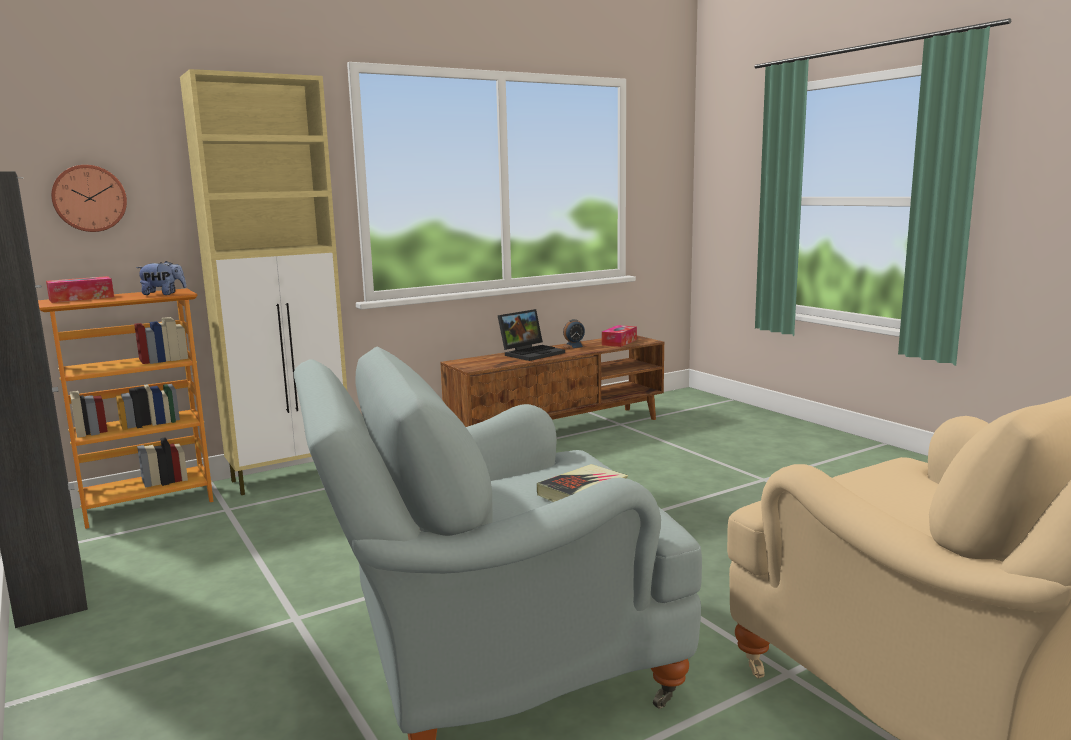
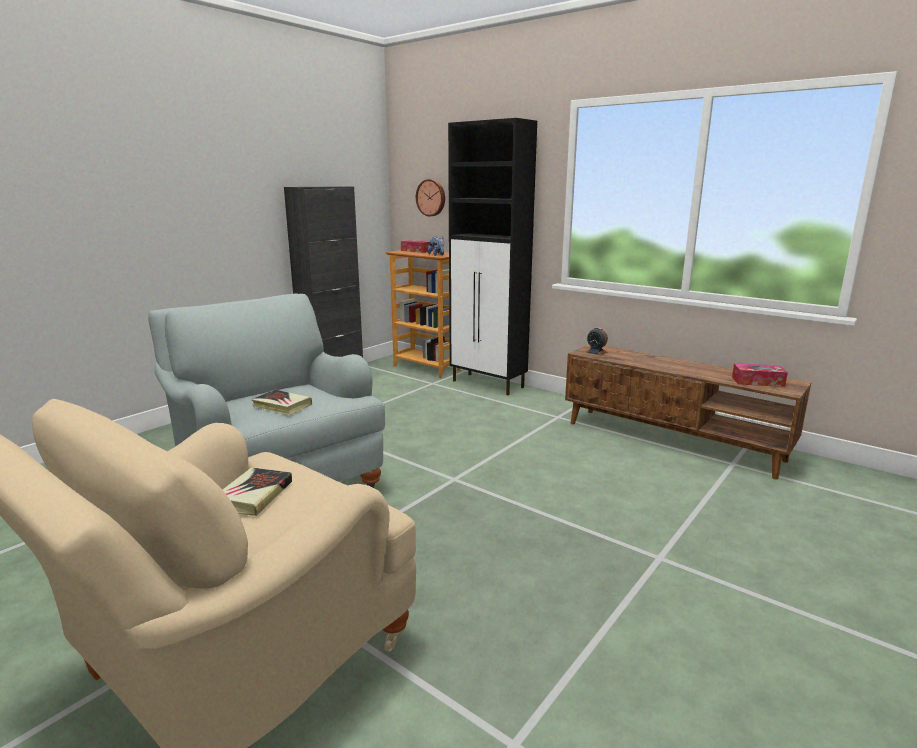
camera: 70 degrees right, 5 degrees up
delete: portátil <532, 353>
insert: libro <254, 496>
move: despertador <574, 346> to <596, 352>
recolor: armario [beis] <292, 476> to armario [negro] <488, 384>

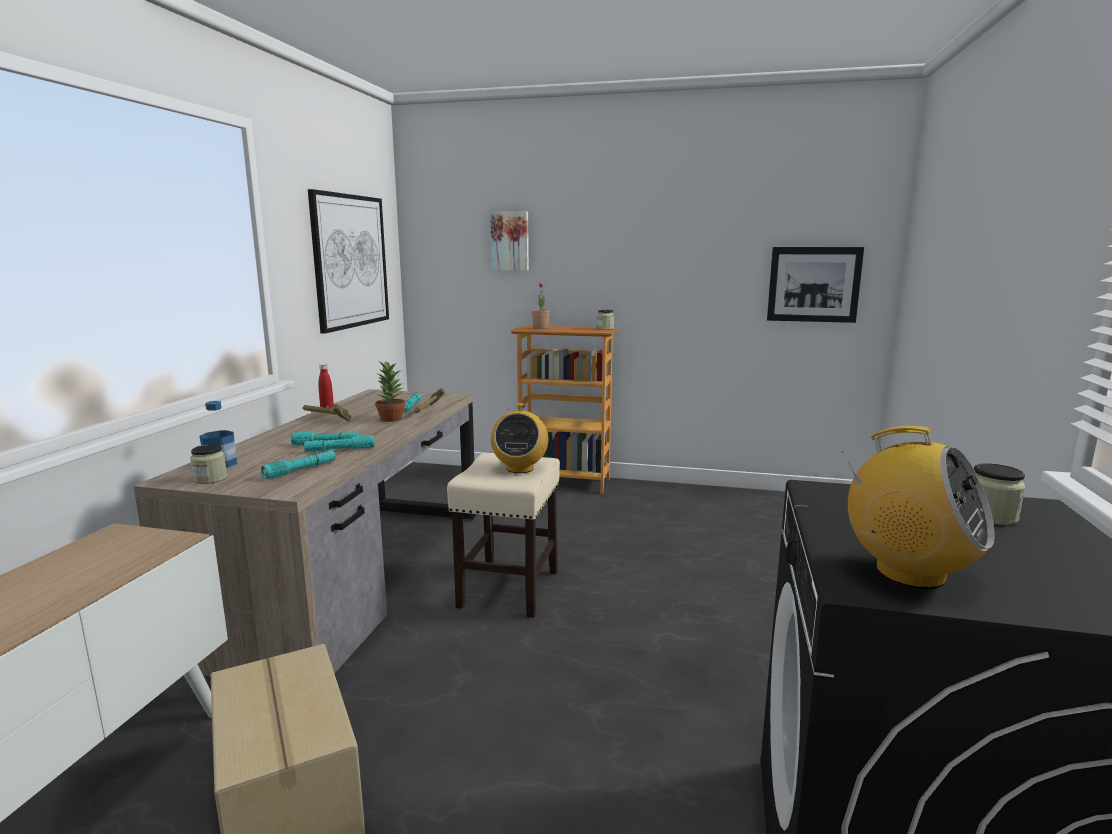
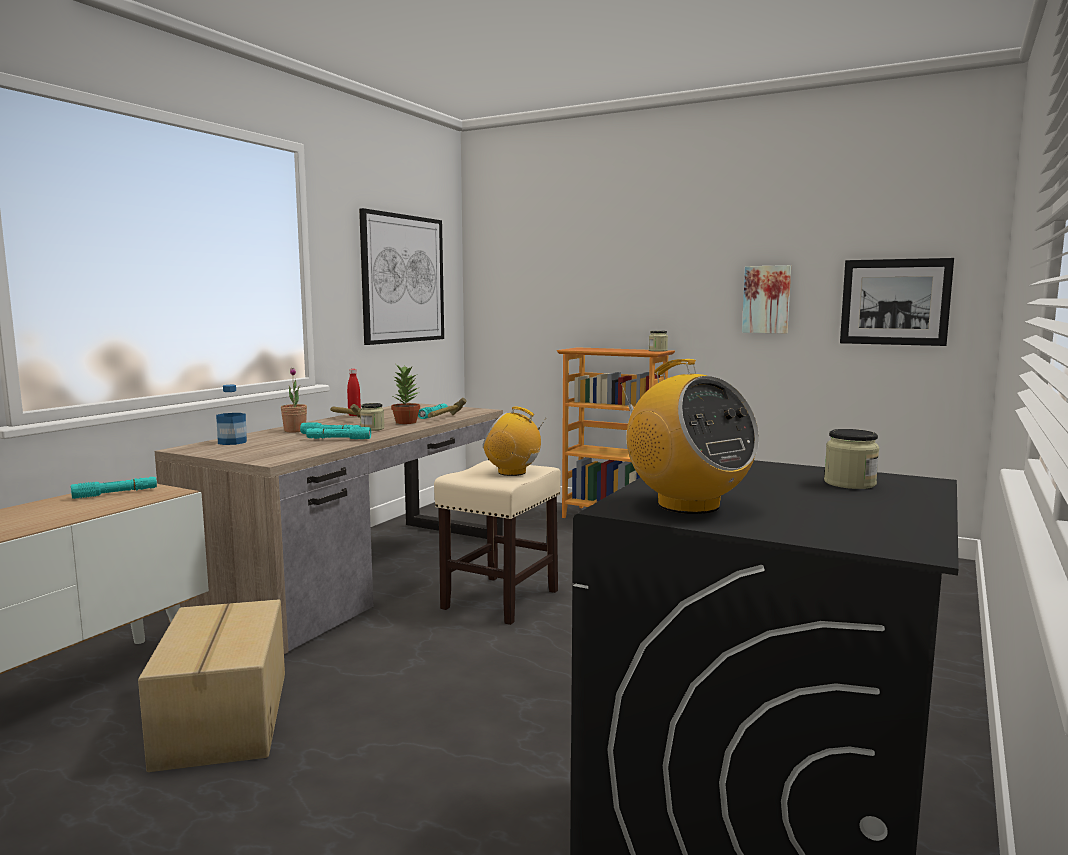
camera: 15 degrees right, 5 degrees down
move: tarro <210, 479> to <372, 429>; linterna [turquesa] <300, 470> to <115, 494>; cuadro <510, 241> to <766, 299>; planta en maceta <540, 328> to <295, 430>
rotate: radio <520, 468> = <512, 472> 90 degrees clockwise

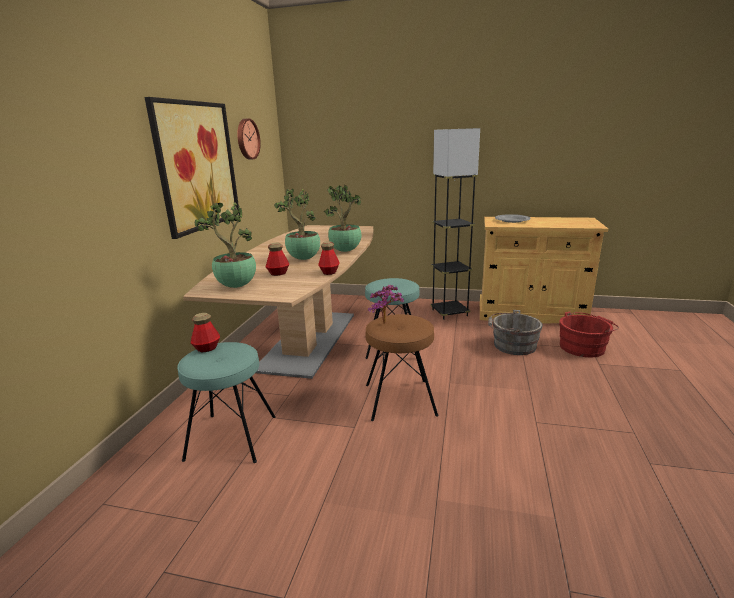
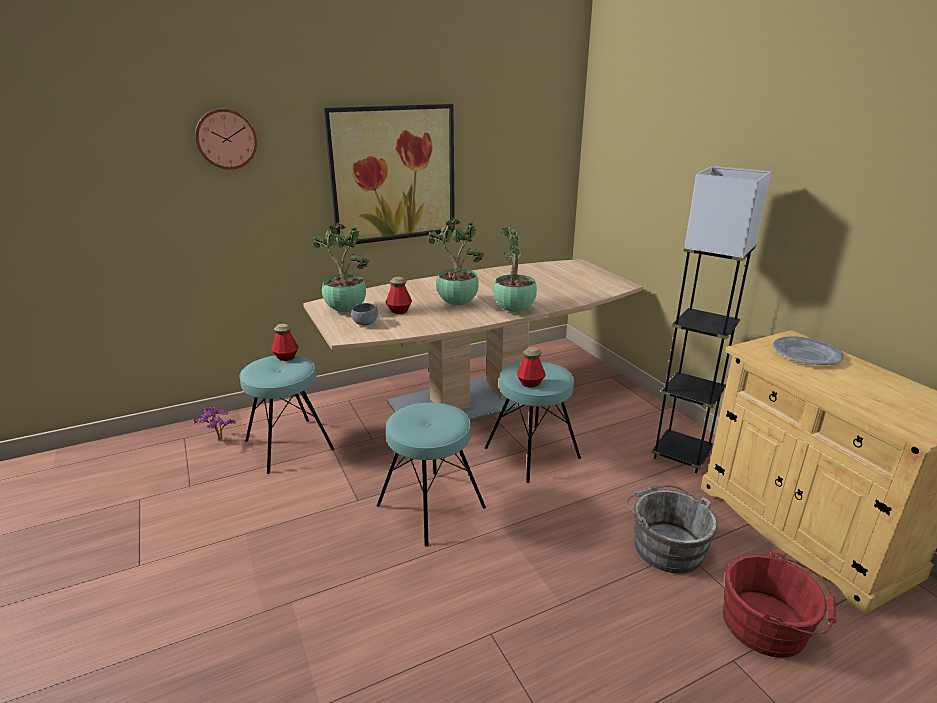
camera: 50 degrees right, 5 degrees up
insert: cuenco [gris] <364, 324>
move: reloj de pared <247, 139> to <226, 139>; botella <329, 272> to <530, 383>; planta en maceta <386, 324> to <219, 440>
recolor: taburete [marrón] <399, 399> to taburete [turquesa] <430, 506>

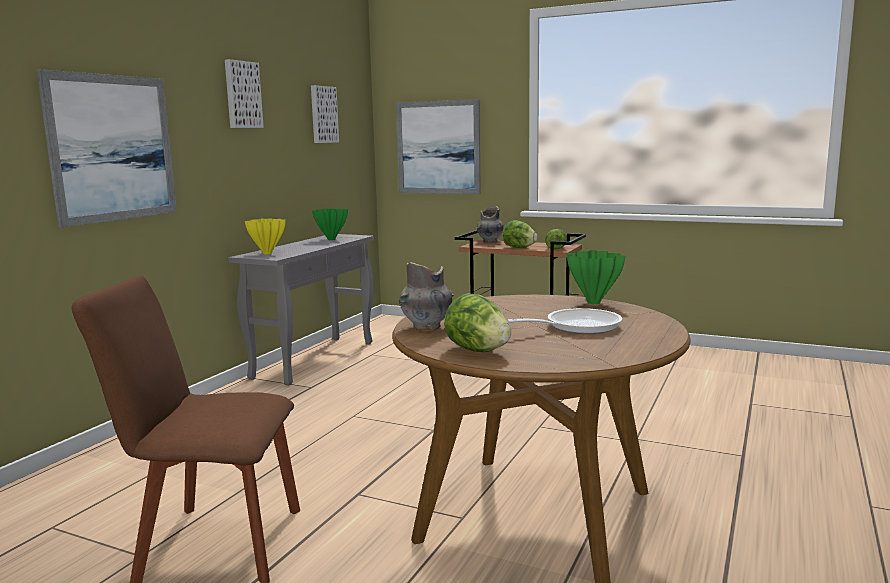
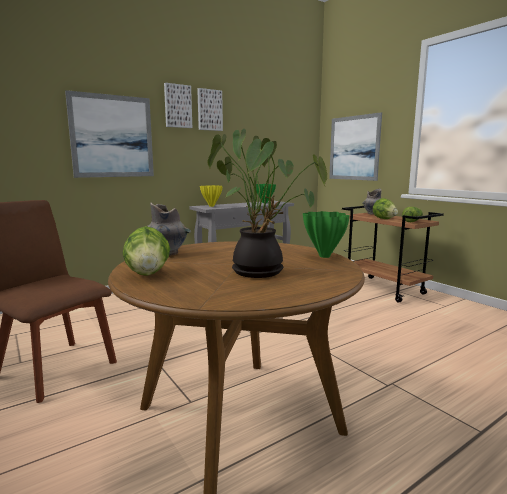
camera: 30 degrees right, 0 degrees up
move: cuadro <323, 114> to <177, 106>
replace: sartén <576, 327> to planta en maceta <261, 271>

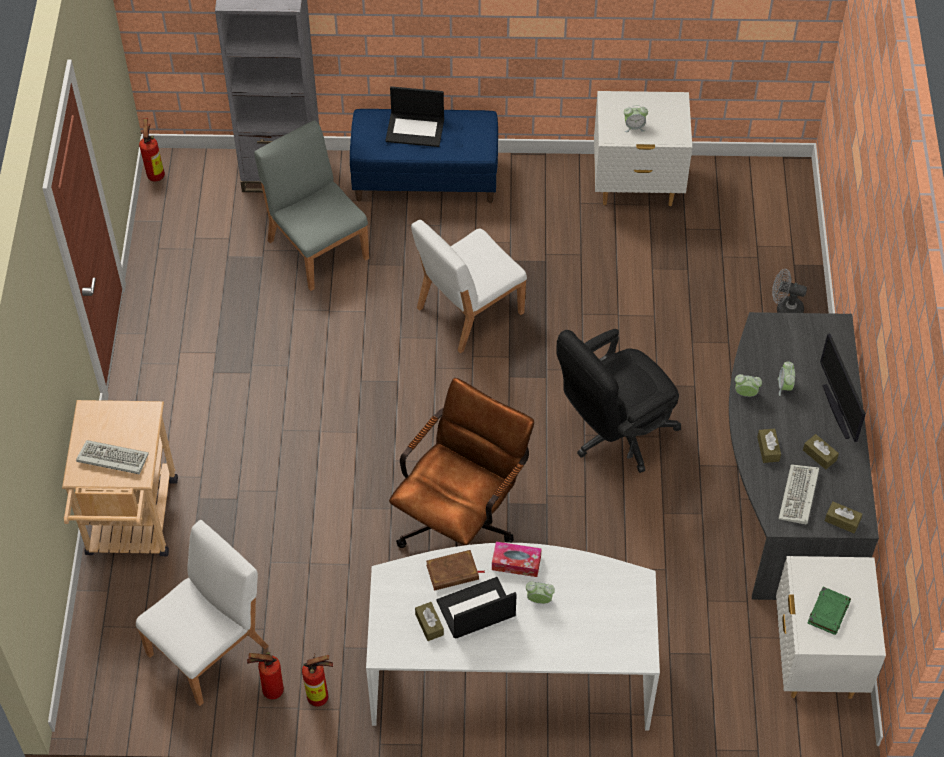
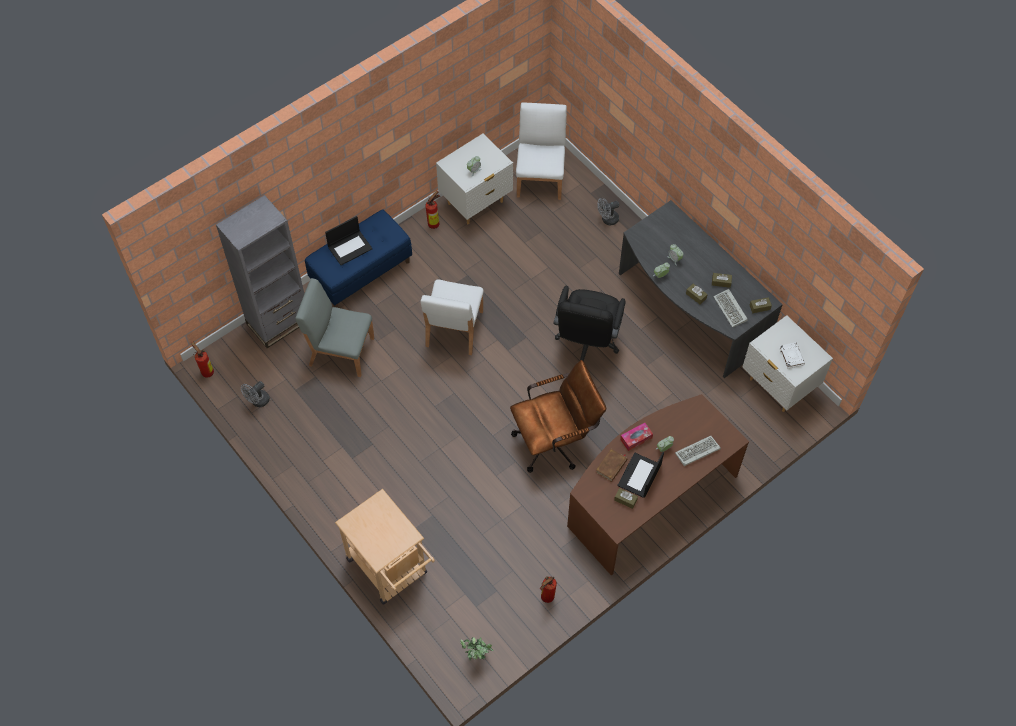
camera: 40 degrees left, 5 degrees up
delete: monitor <838, 411>
insert: ventilador [gris] <258, 401>; planta en maceta <477, 657>
move: teclado <111, 459> to <696, 452>; silla [blanco] <209, 649> to <540, 177>; extintor <321, 697> to <435, 223>
recolor: escritorio [blanco] <511, 670> to escritorio [marrón] <649, 497>; libro [verde] <828, 612> to libro [blanco] <791, 356>
rotate: silla de oficina [marrón] <461, 520> = <555, 441> 75 degrees clockwise

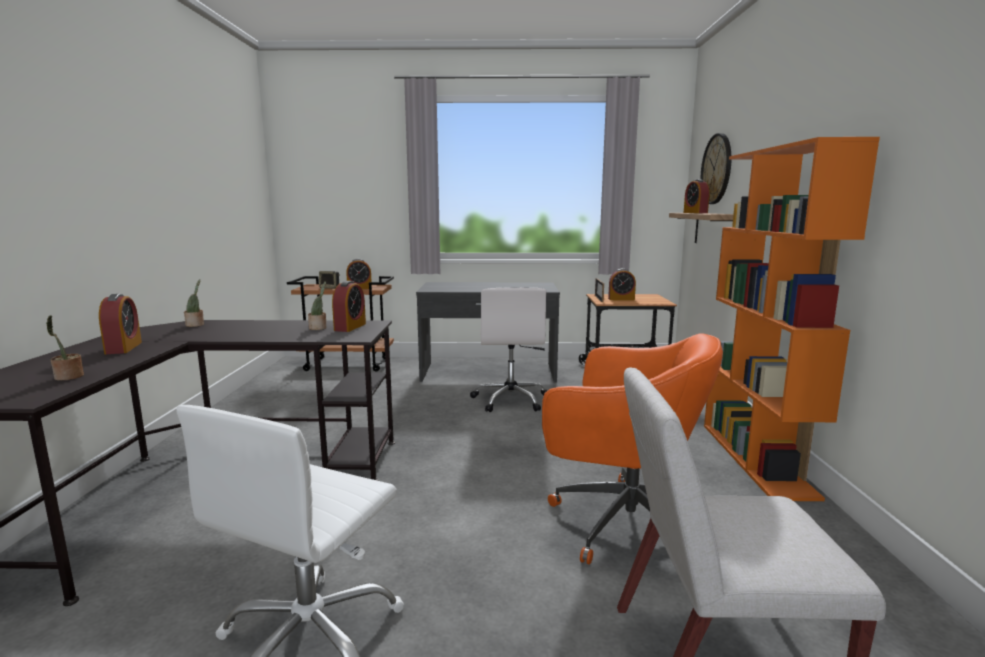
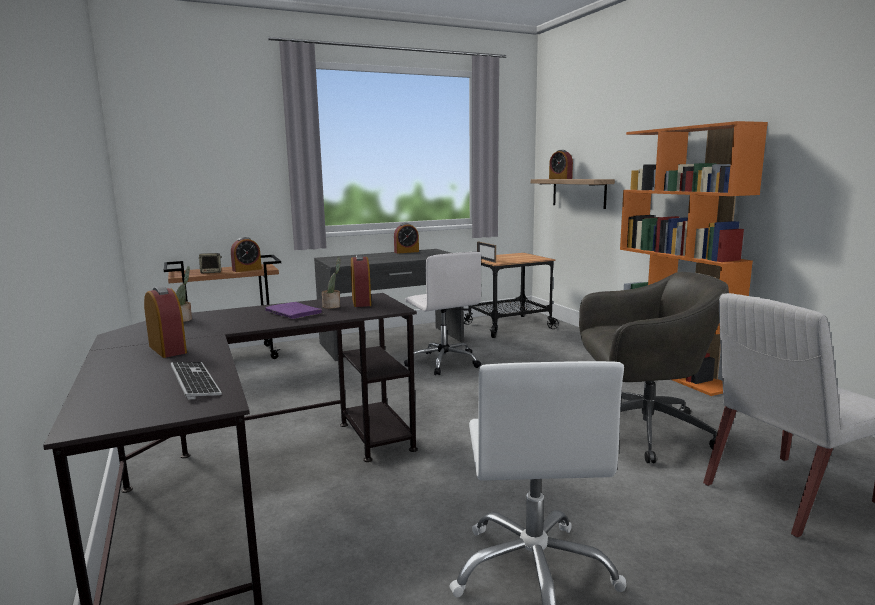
camera: 25 degrees left, 0 degrees up
delete: reloj de pared <717, 169>
insert: libro [morado] <294, 313>
move: despertador <621, 299> to <406, 252>
replace: planta en maceta <68, 377> to teclado <194, 381>
recolor: silla de oficina [naranja] <623, 522> to silla de oficina [gris] <641, 431>

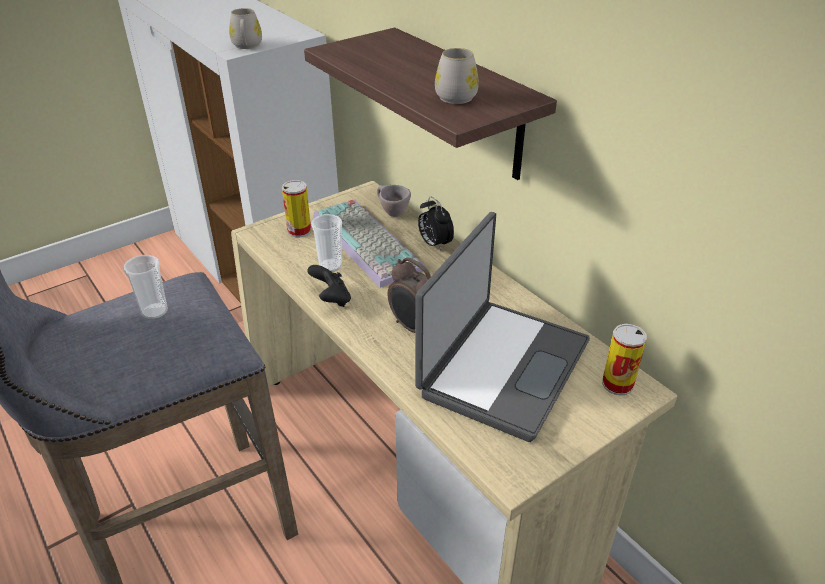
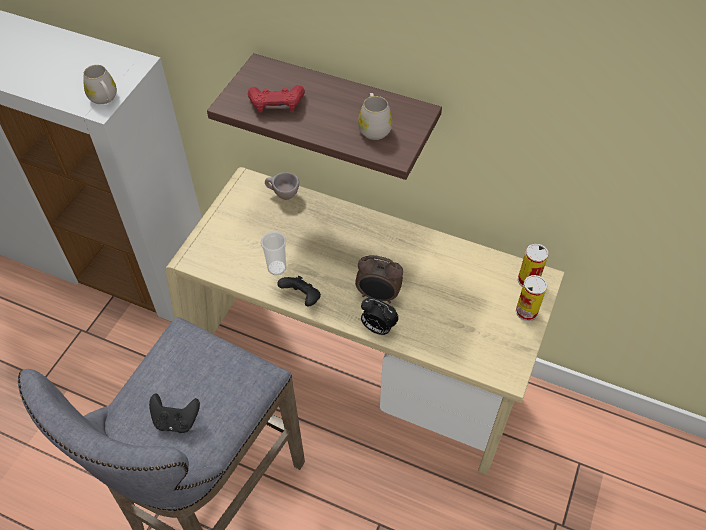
camera: 30 degrees left, 15 degrees up
delete: taza <154, 311>; teclado <369, 242>; portátil <501, 367>
insert: mando de consola [negro] <176, 420>; mando de consola [rojo] <276, 104>
move: lata <299, 231> to <526, 311>; despertador <434, 244> to <377, 328>

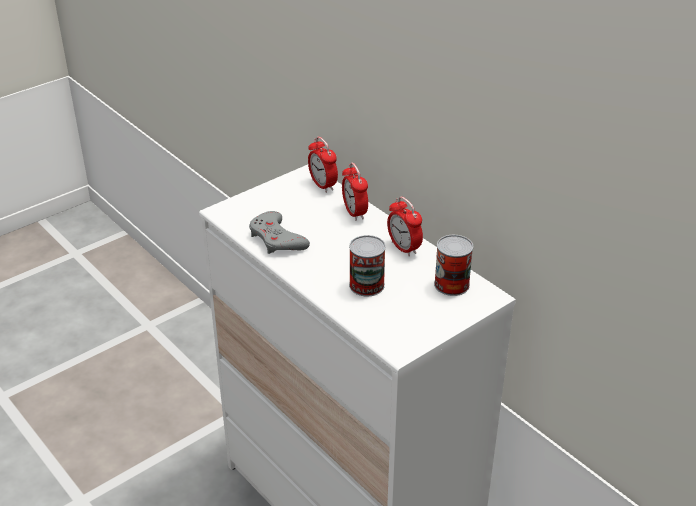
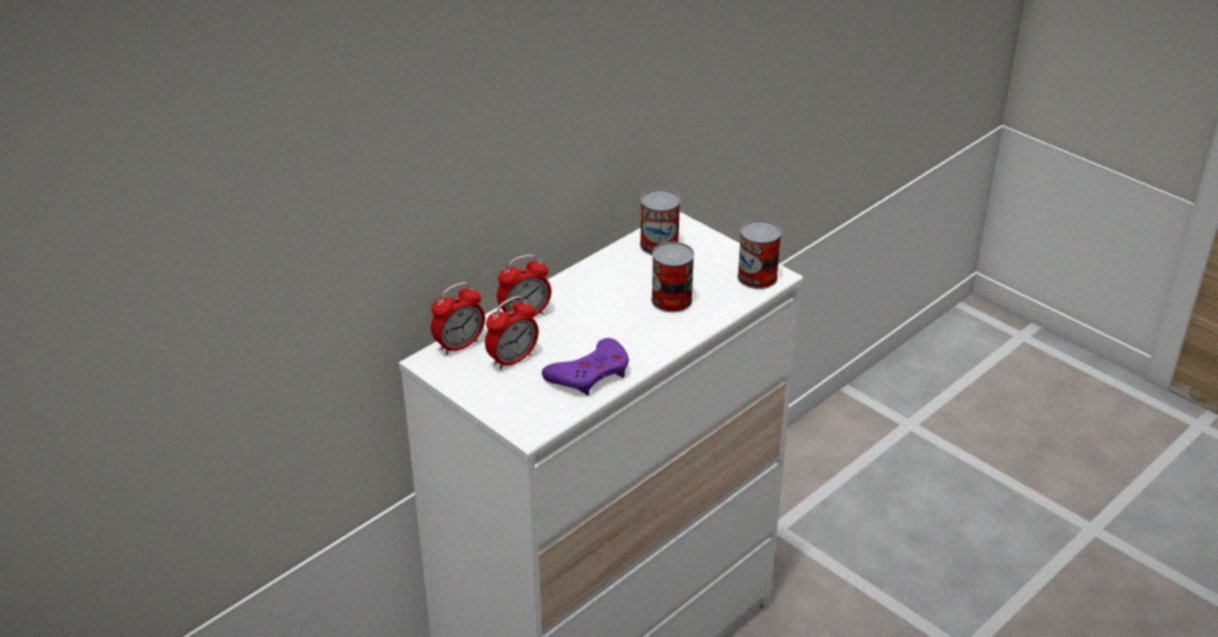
camera: 95 degrees left, 0 degrees up
insert: lata <757, 277>
move: despertador <404, 248> to <512, 360>
recolor: mando de consola [gris] <277, 239> to mando de consola [morado] <590, 374>

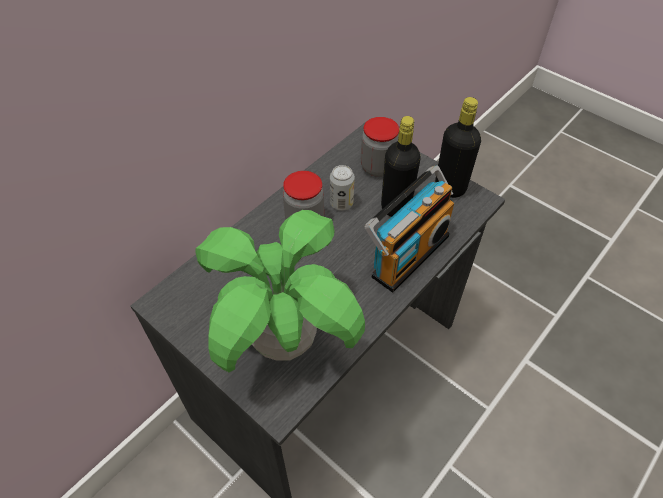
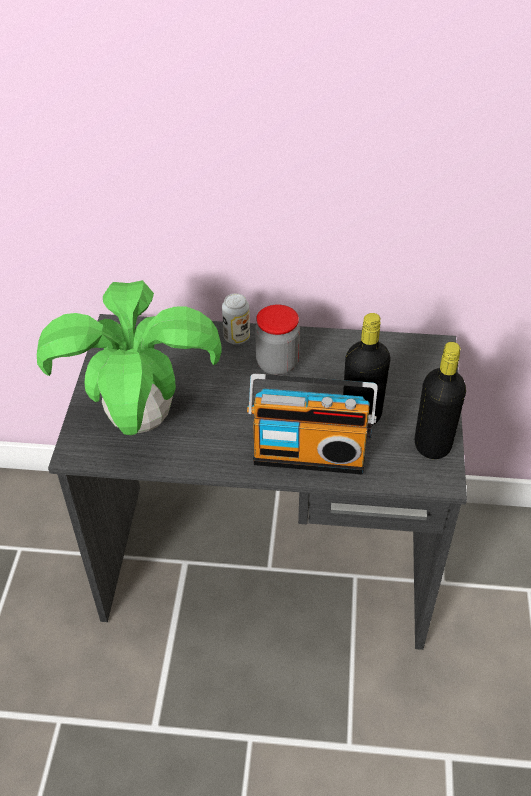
camera: 55 degrees right, 5 degrees down
delete: tarro <377, 167>
move: lata <341, 203> to <236, 337>

